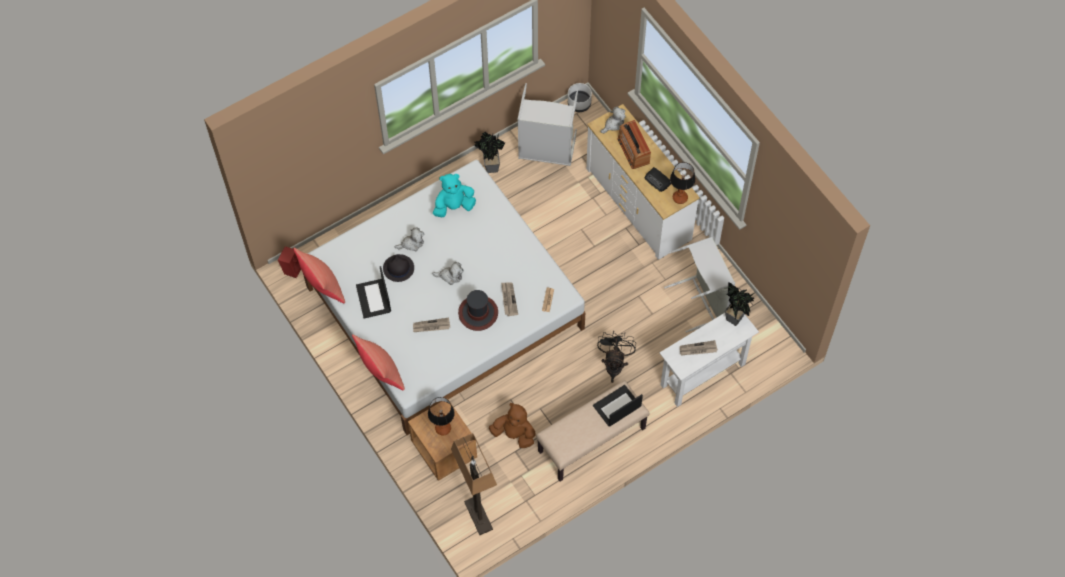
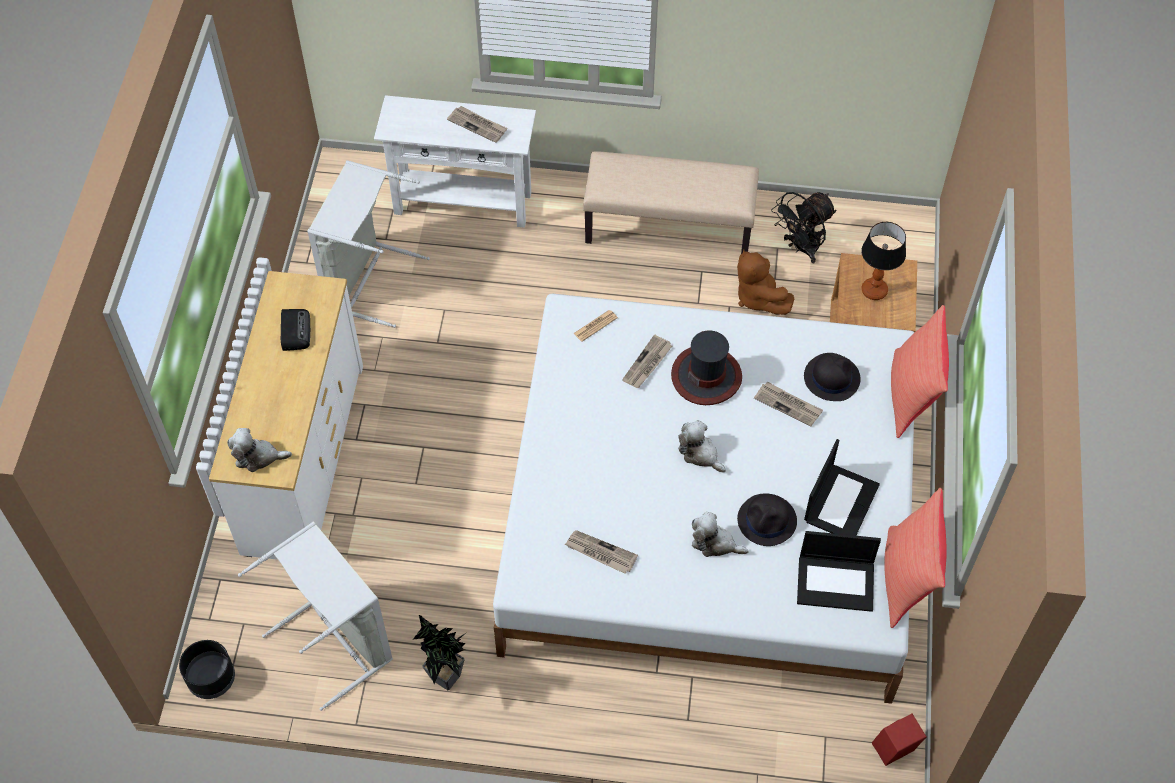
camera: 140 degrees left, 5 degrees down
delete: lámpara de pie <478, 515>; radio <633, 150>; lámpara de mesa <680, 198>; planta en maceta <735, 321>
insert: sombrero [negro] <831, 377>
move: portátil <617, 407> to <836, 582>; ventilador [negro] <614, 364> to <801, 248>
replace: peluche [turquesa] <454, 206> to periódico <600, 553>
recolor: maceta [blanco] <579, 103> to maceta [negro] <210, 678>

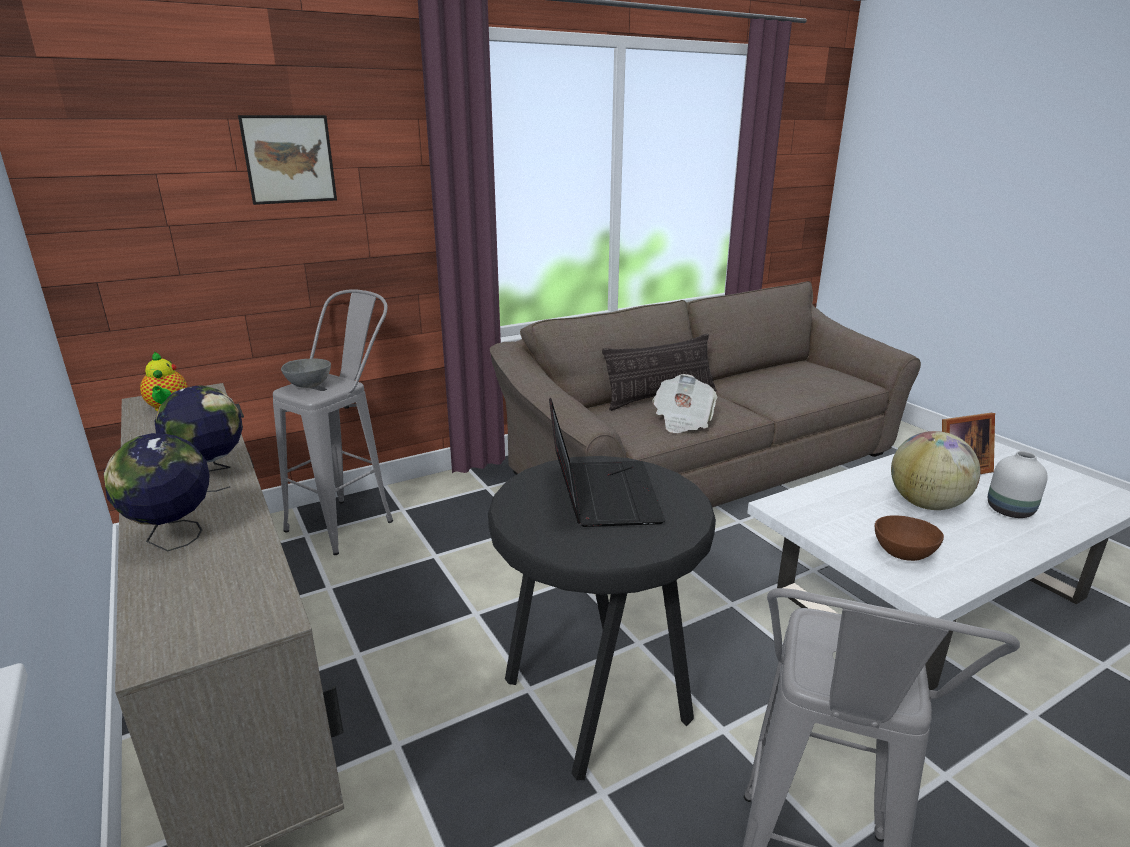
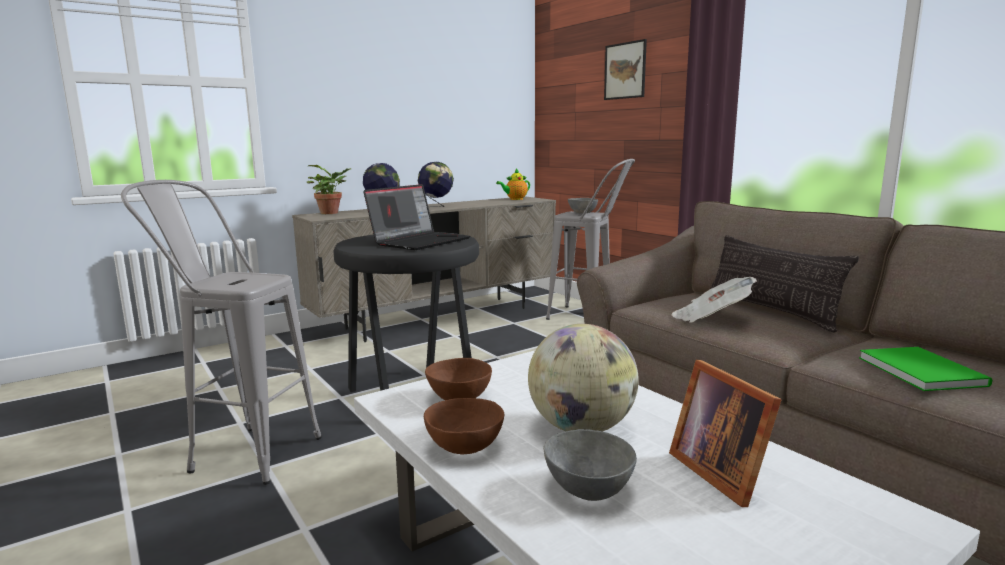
camera: 85 degrees right, 10 degrees down
insert: planta en maceta <332, 213>; cuenco [marrón] <463, 447>; libro [verde] <920, 370>
replace: florero [blanco] <1008, 511> to cuenco [gris] <588, 488>
rotate: portátil <600, 493> = <420, 241> 45 degrees counterclockwise

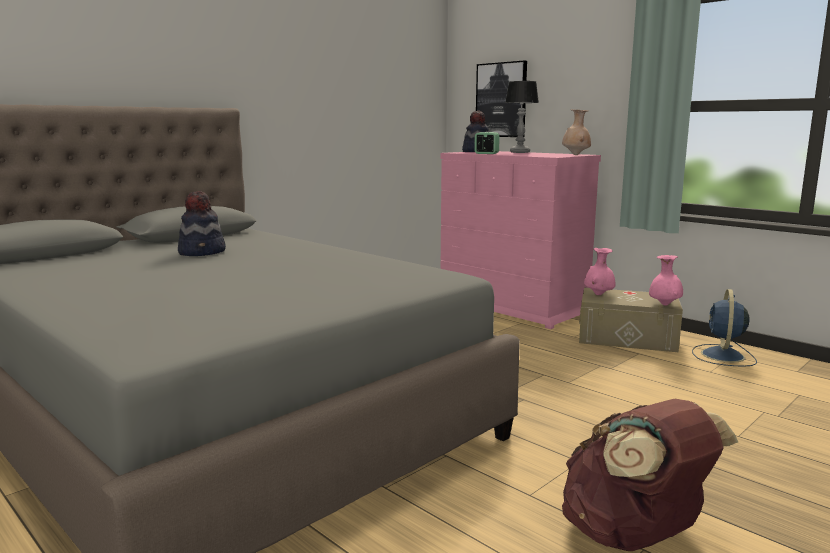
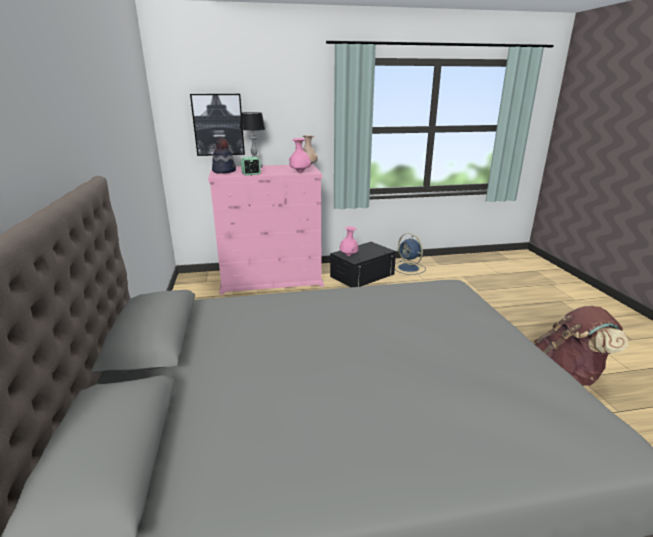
camera: 55 degrees left, 10 degrees up
delete: sombrero <203, 252>
move: florero [rosa] <664, 305> to <300, 172>
recolor: caja de almacenaje [beis] <627, 338> to caja de almacenaje [negro] <362, 275>

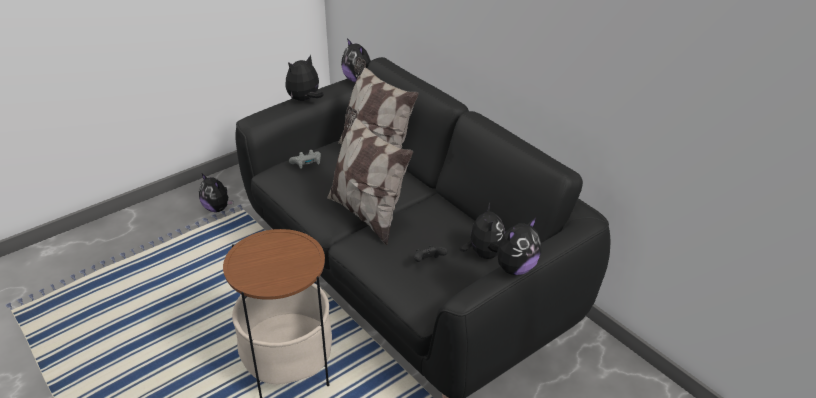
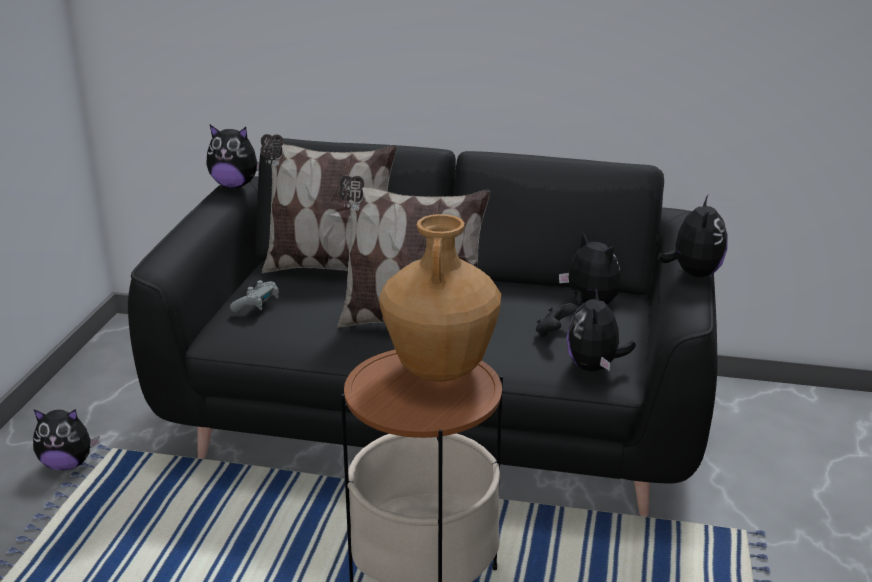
camera: 40 degrees left, 10 degrees down
insert: florero [marrón] <440, 369>
move: peluche <305, 99> to <595, 367>

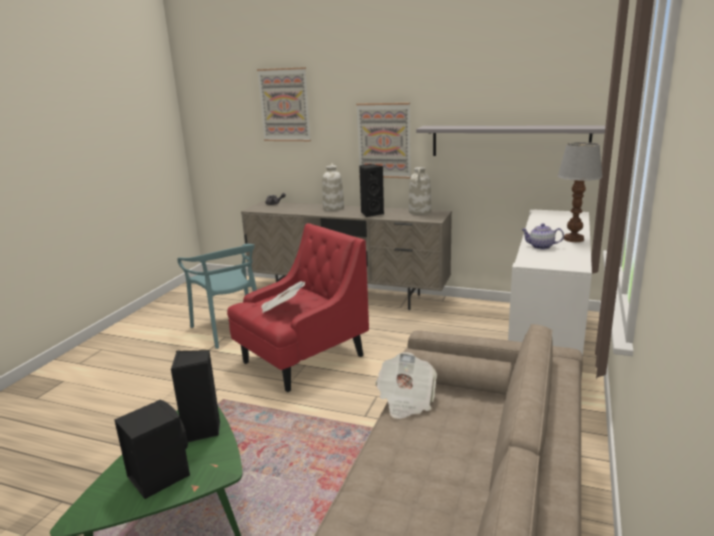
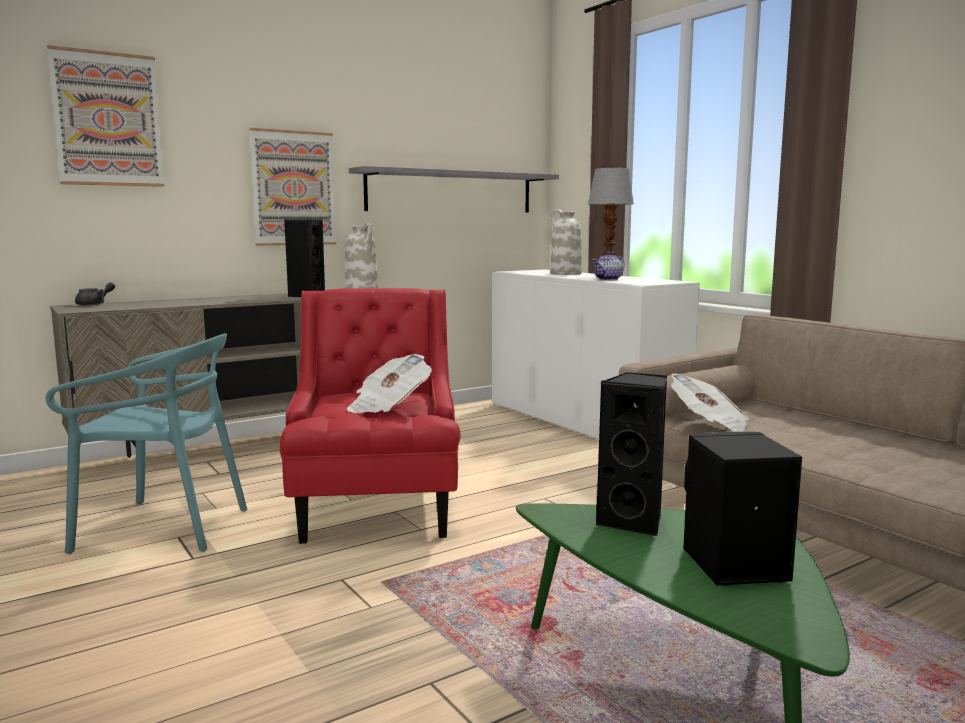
camera: 55 degrees left, 10 degrees down
move: florero [blanco] <333, 208> to <565, 274>

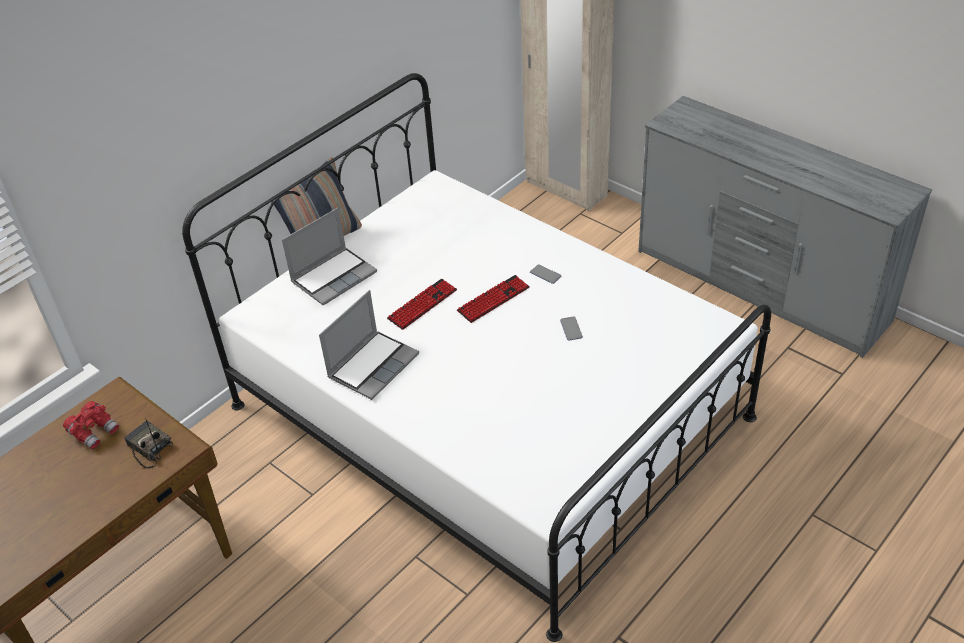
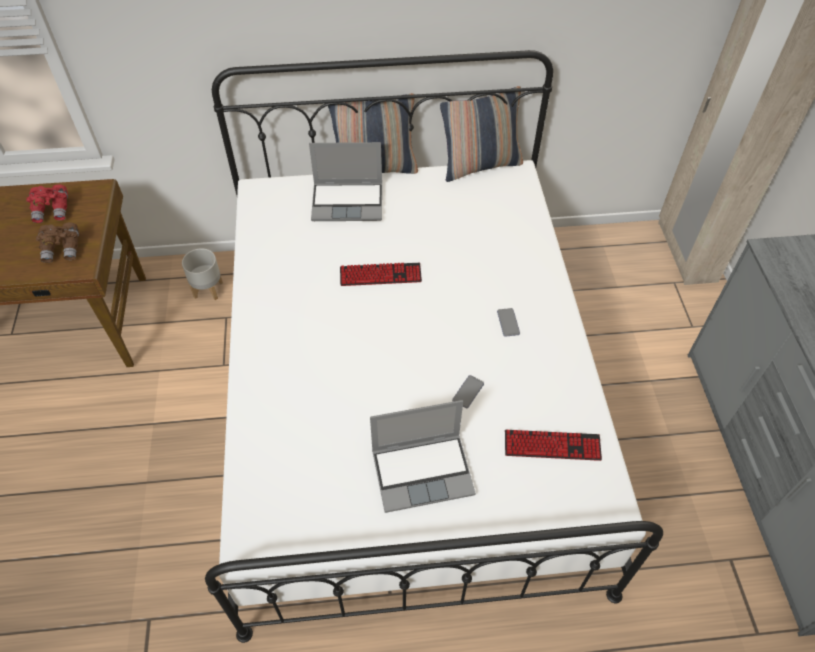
camera: 40 degrees right, 10 degrees up
insert: maceta [gris] <208, 289>; cojín <480, 165>
move: portátil <373, 365> to <423, 471>; teclado <493, 300> to <552, 446>
replace: radio <148, 448> to prismáticos [marrón] <63, 249>

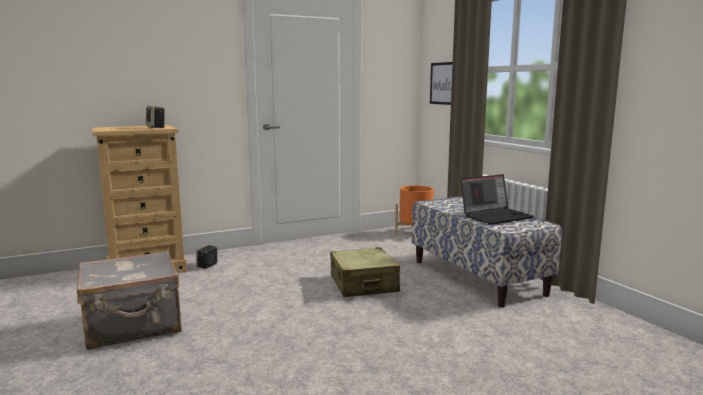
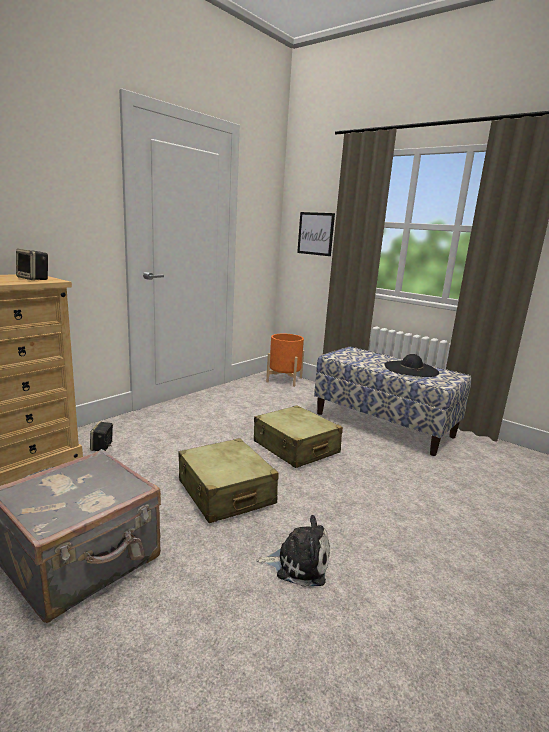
camera: 25 degrees left, 5 degrees up
insert: maleta [beis] <225, 492>; peluche <298, 563>
replace: portátil <496, 216> to sombrero [negro] <411, 369>

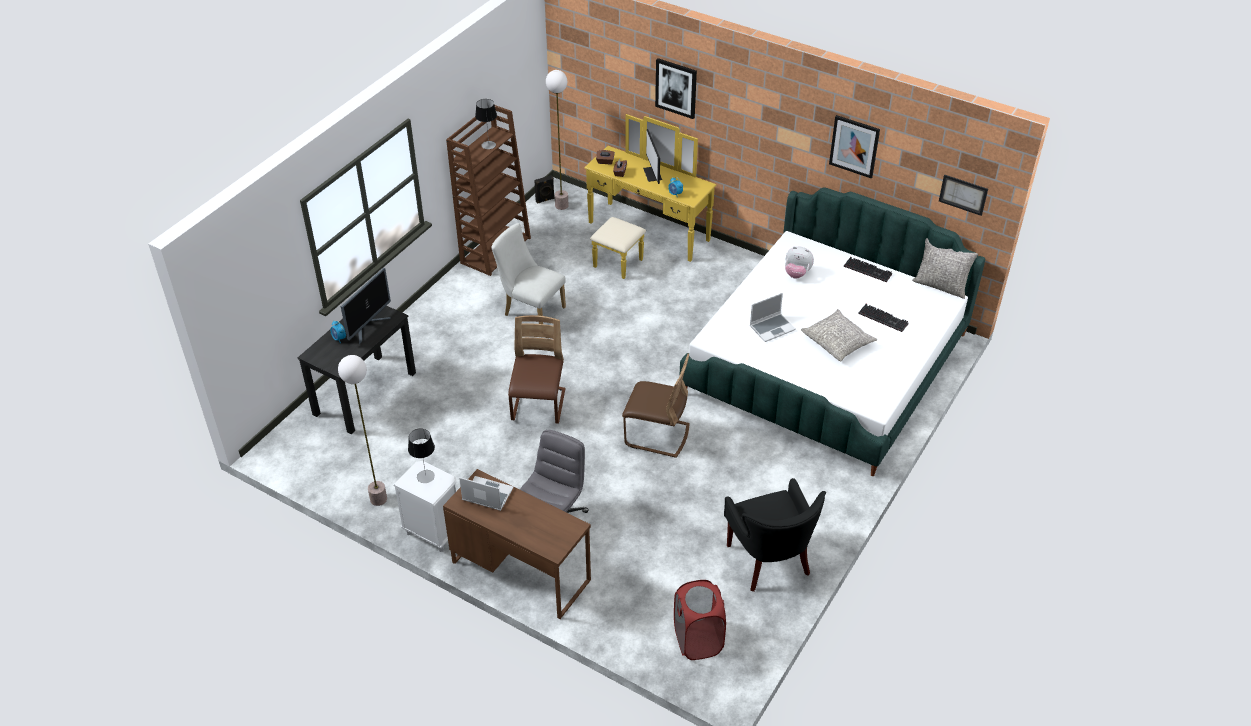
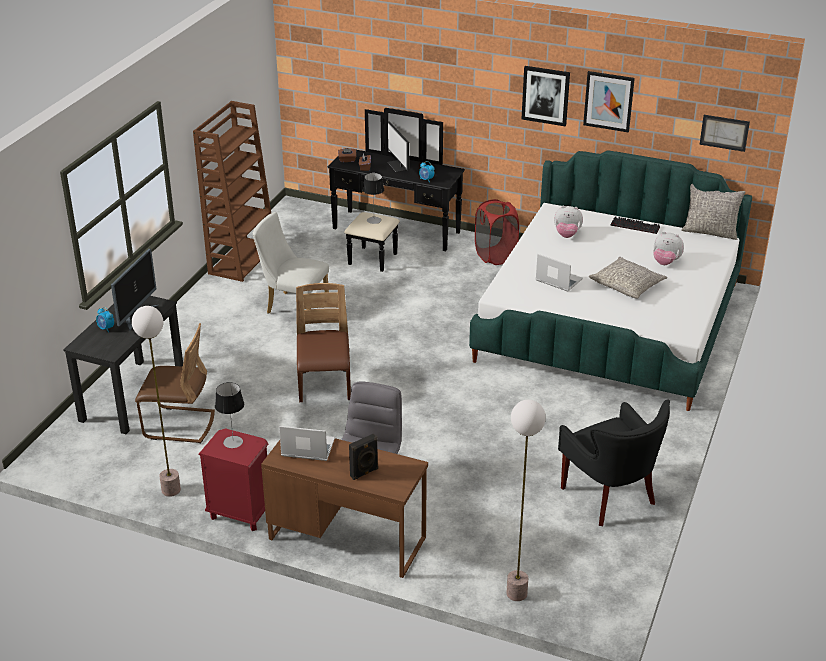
camera: 10 degrees left, 10 degrees down
move: lámpara de mesa <488, 145> to <374, 220>; altavoz [negro] <545, 200> to <364, 473>; lámpara de pie <561, 205> to <516, 593>; silla [marrón] <657, 435> to <179, 425>; cuadro <676, 88> to <545, 95>; cesto de la ropa [rojo] <697, 640> to <495, 256>
replace: teclado <884, 318> to peluche <665, 262>
recolor: mesita de noche [blanco] <433, 532> to mesita de noche [rojo] <240, 513>; cómoda [amarillo] <642, 238> to cómoda [negro] <391, 237>
rotate: portátil <772, 328> = <558, 280> 105 degrees counterclockwise

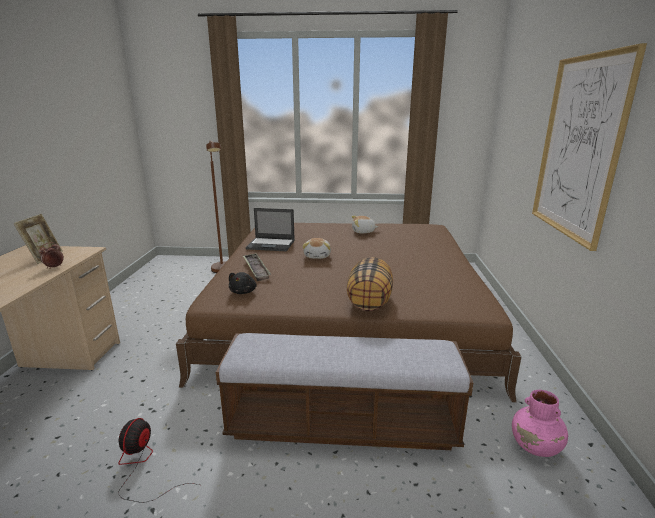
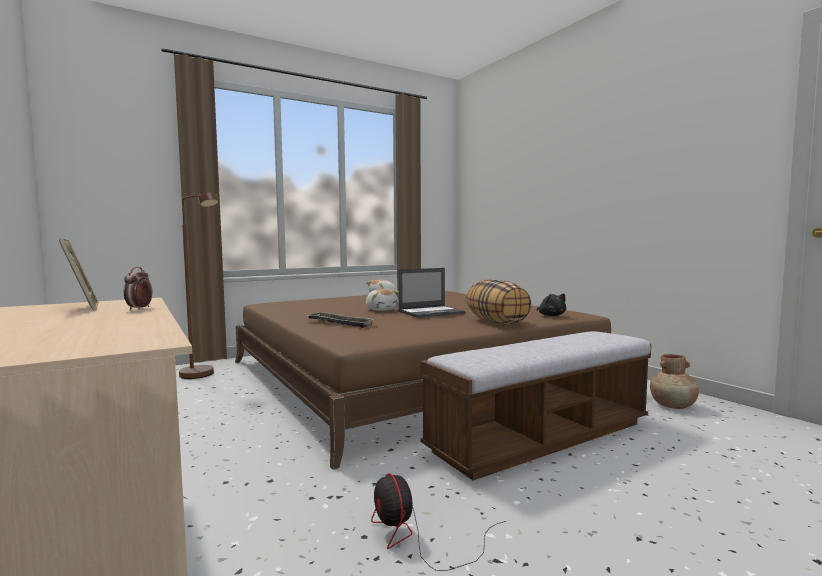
camera: 35 degrees left, 15 degrees down
delete: cuadro <579, 147>
move: peluche [negro] <243, 292> to <551, 315>; portátil <271, 244> to <432, 312>
recolor: florero [rosa] <535, 447> to florero [marrón] <673, 406>

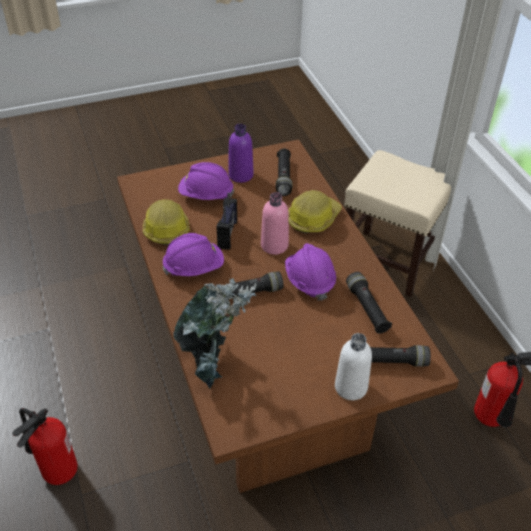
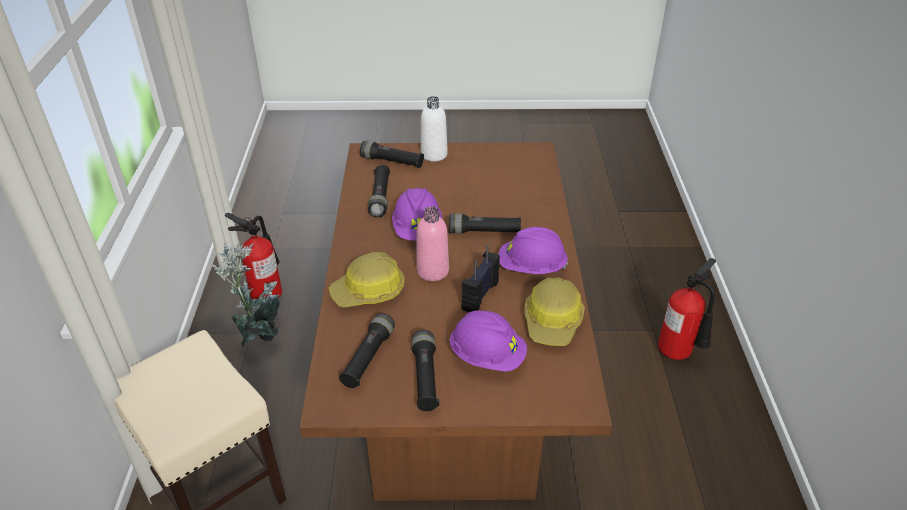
camera: 160 degrees left, 5 degrees down
move: planta en maceta <212, 362> to <260, 335>
replace: botella [morado] <241, 175> to linterna [negro] <425, 377>

